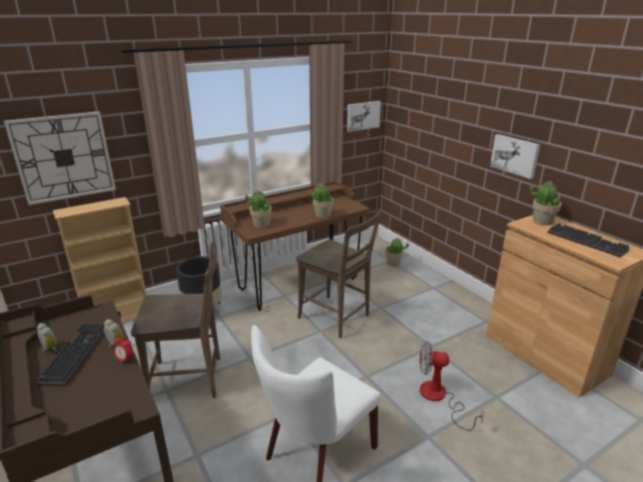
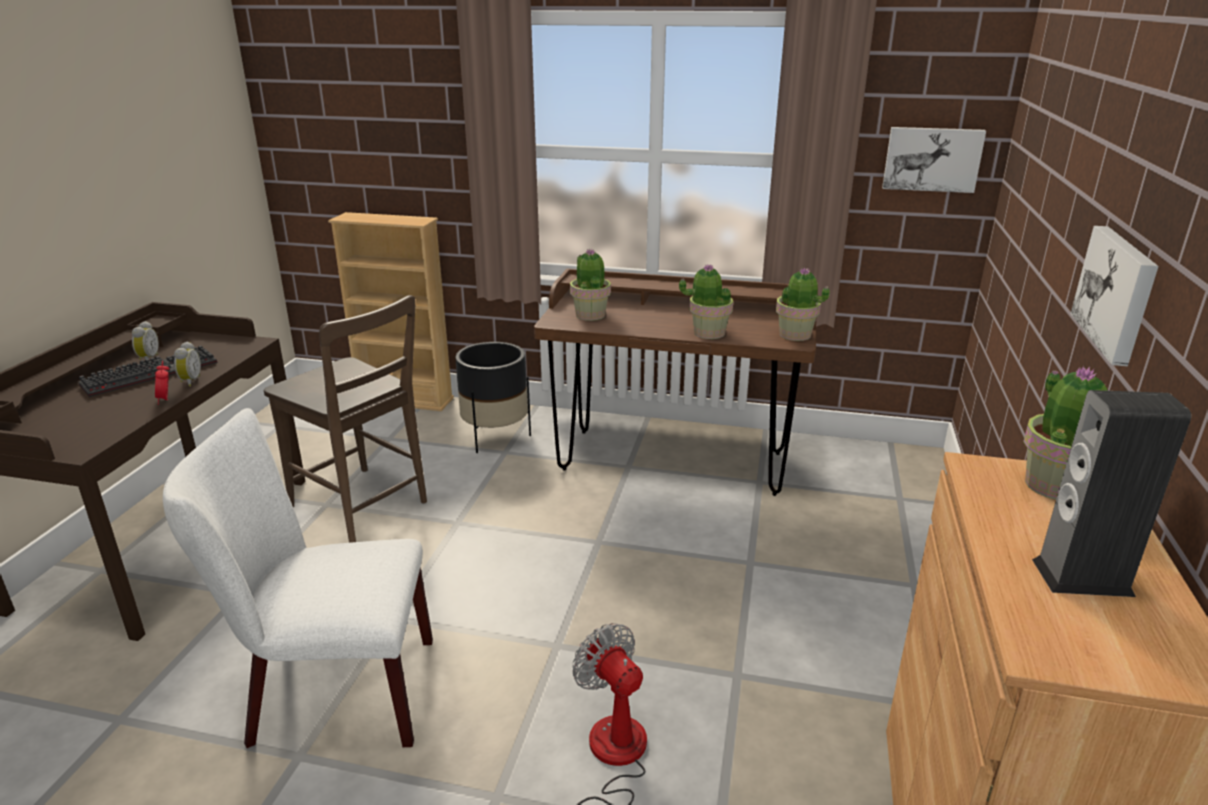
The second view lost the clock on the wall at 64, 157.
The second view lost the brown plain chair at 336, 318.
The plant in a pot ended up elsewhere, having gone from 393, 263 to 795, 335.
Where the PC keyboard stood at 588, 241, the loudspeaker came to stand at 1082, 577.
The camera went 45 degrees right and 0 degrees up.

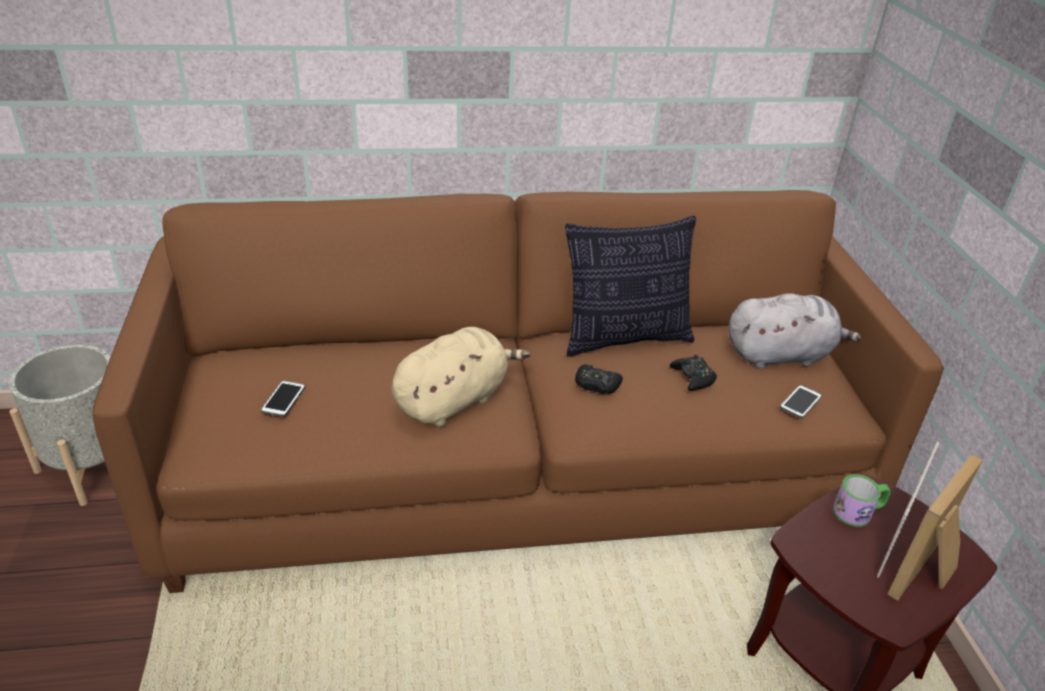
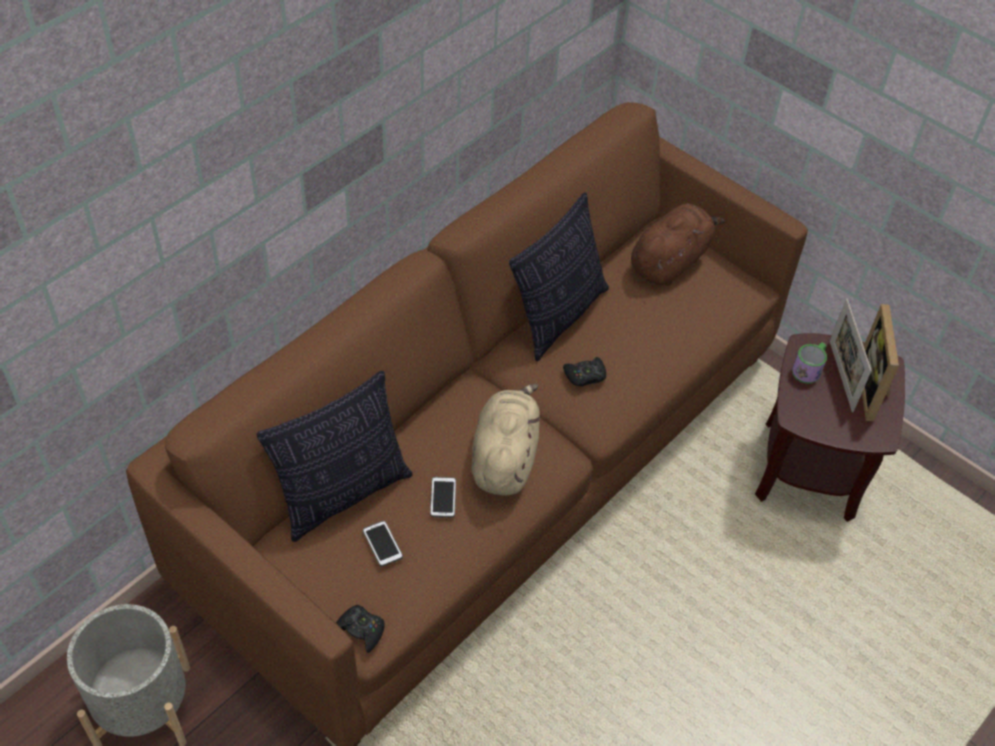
The second view gained the throw pillow at 343, 494.
The black-coloured game controller ended up elsewhere, having gone from 693, 377 to 361, 630.
The handset ended up elsewhere, having gone from 800, 402 to 443, 497.
What was the grey plush toy at 781, 355 turned into the brown plush toy at 670, 261.
The camera went 40 degrees left and 15 degrees up.

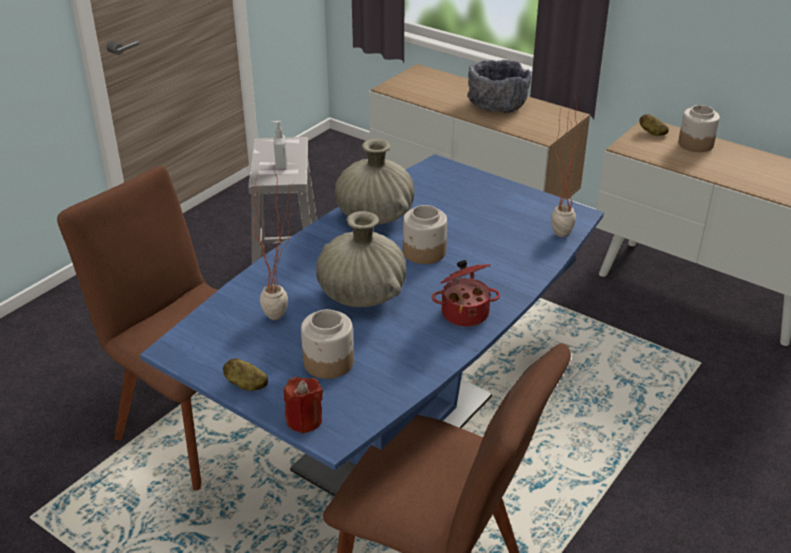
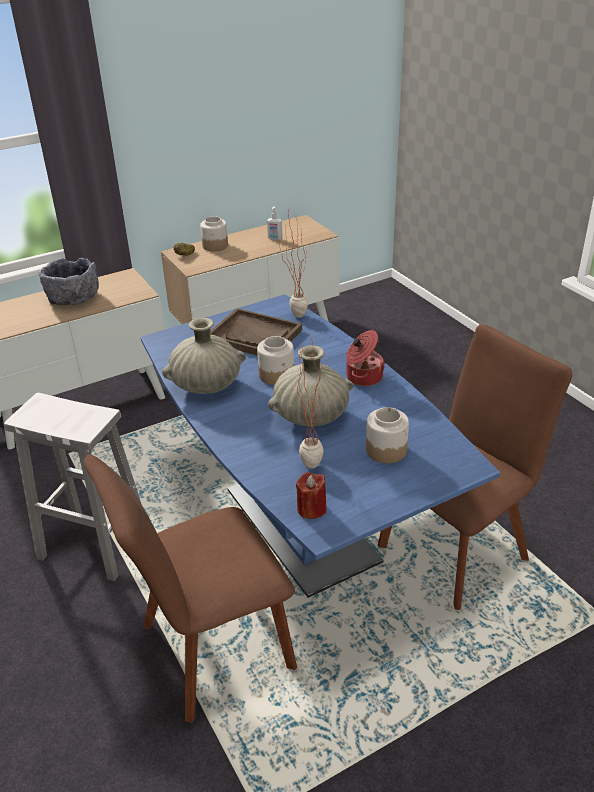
The second view lost the whole potato at 246, 385.
The second view gained the brown tray at 254, 336.
The soap dispenser ended up elsewhere, having gone from 280, 165 to 275, 239.
The red wax candle ended up elsewhere, having gone from 304, 420 to 311, 509.
The camera went 65 degrees left and 0 degrees up.

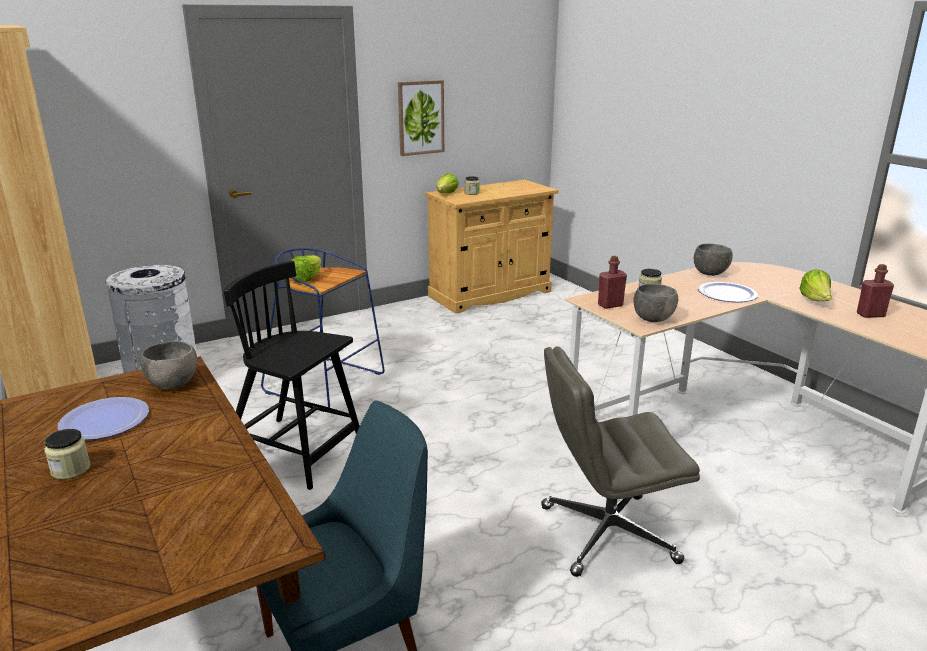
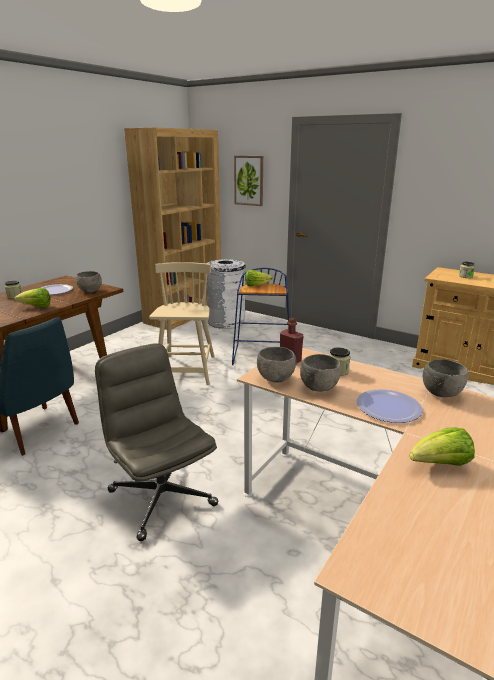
The second view lost the red bottle at 870, 315.
The second view gained the grey bowl at 319, 388.
The picture ended up elsewhere, having gone from 420, 118 to 249, 180.
The lettuce head ended up elsewhere, having gone from 446, 194 to 37, 307.
What was the black-coloured plain chair at 296, 452 turned into the beige-coloured plain chair at 187, 370.
The camera went 65 degrees right and 0 degrees up.

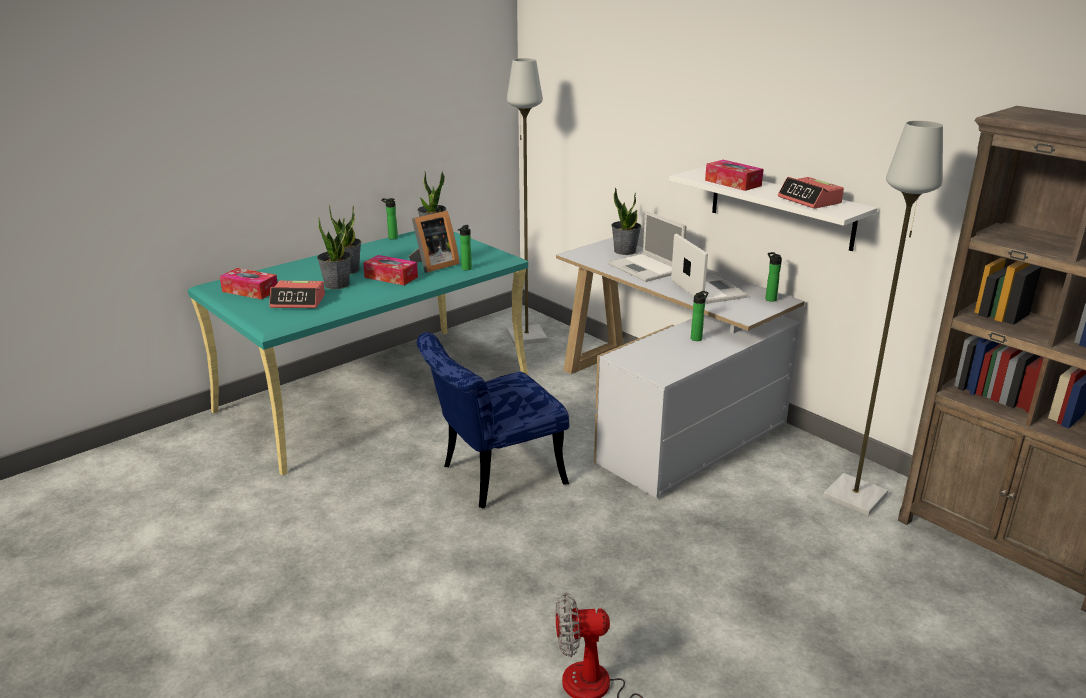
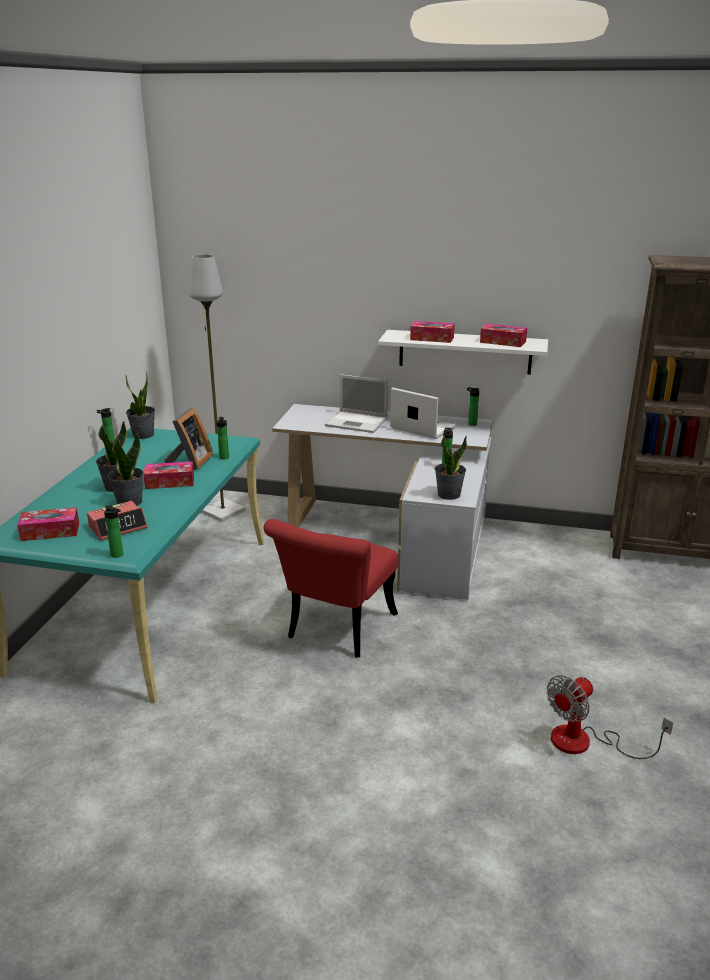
The second view lost the grey standing lamp at 856, 496.
The second view gained the bottle at 118, 555.
The plant in a pot ended up elsewhere, having gone from 625, 251 to 448, 494.
Where the table clock stood at 809, 200, the box of tissues came to stand at 503, 342.
What was the blue plain chair at 493, 476 turned into the red plain chair at 335, 630.
The camera went 35 degrees left and 0 degrees up.

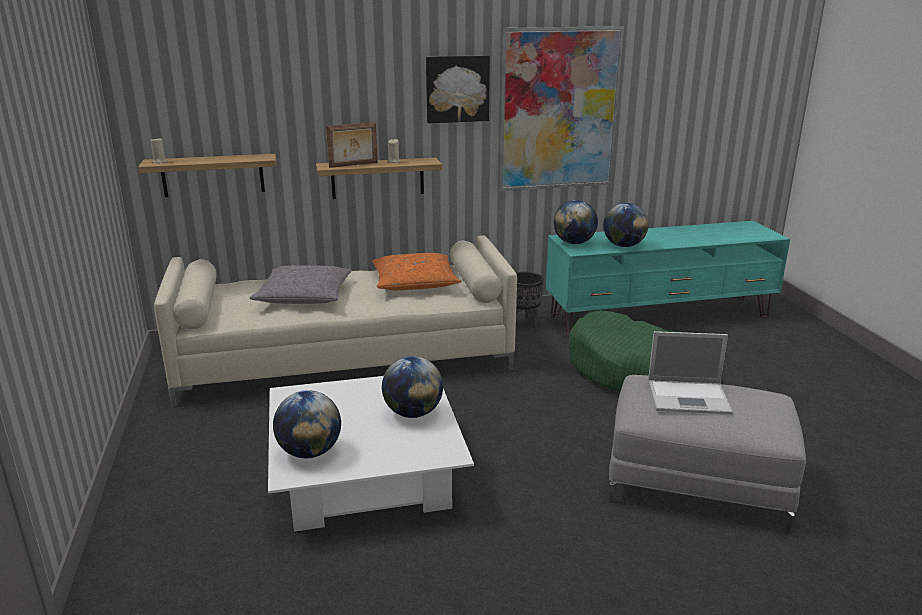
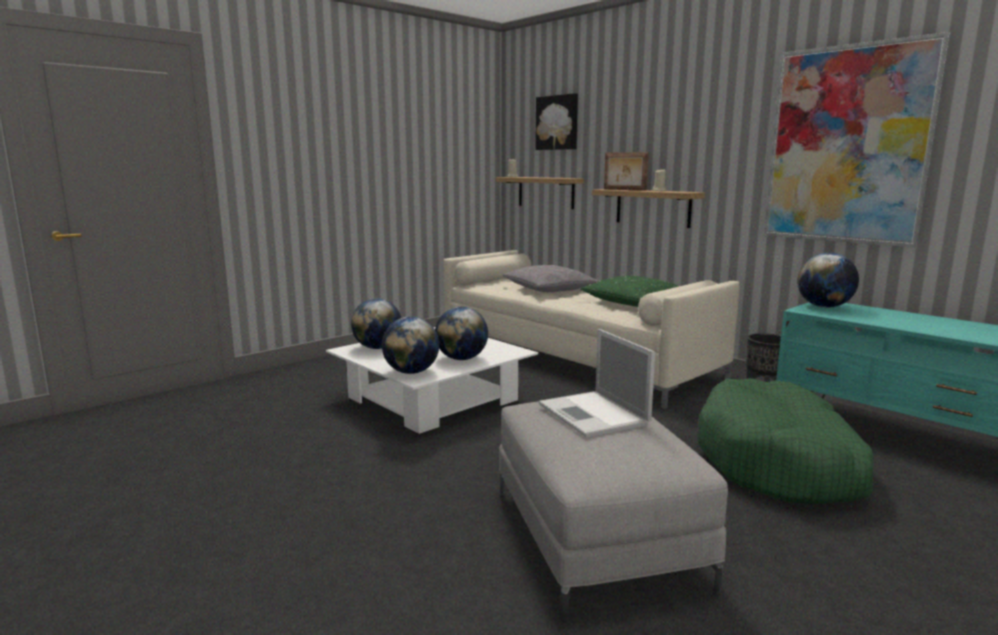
The picture ended up elsewhere, having gone from 457, 89 to 557, 122.
The globe ended up elsewhere, having gone from 623, 246 to 411, 372.
What was the orange throw pillow at 414, 282 turned into the greenish throw pillow at 634, 302.
The camera went 60 degrees right and 10 degrees down.

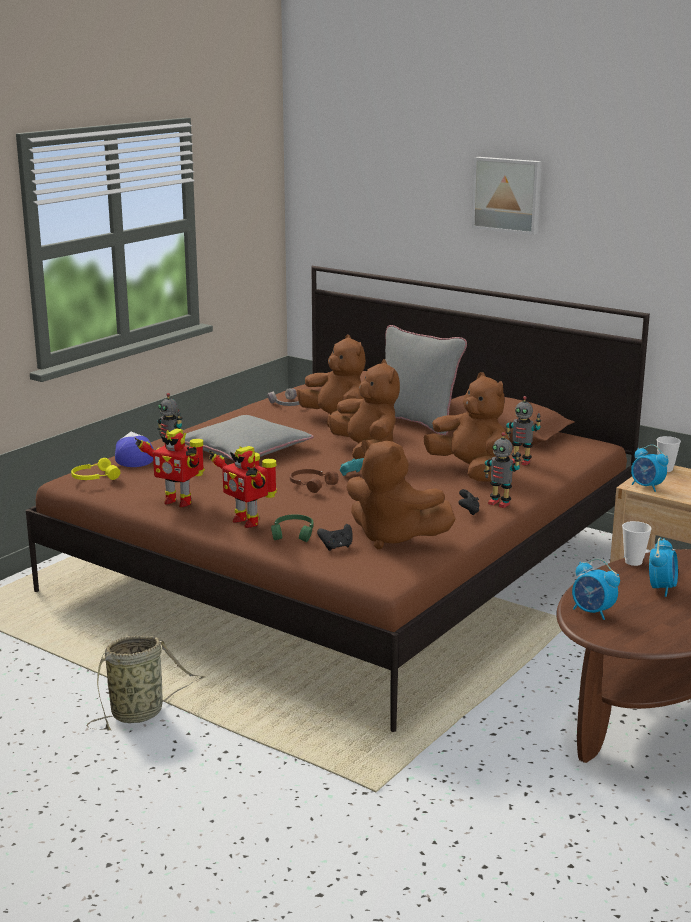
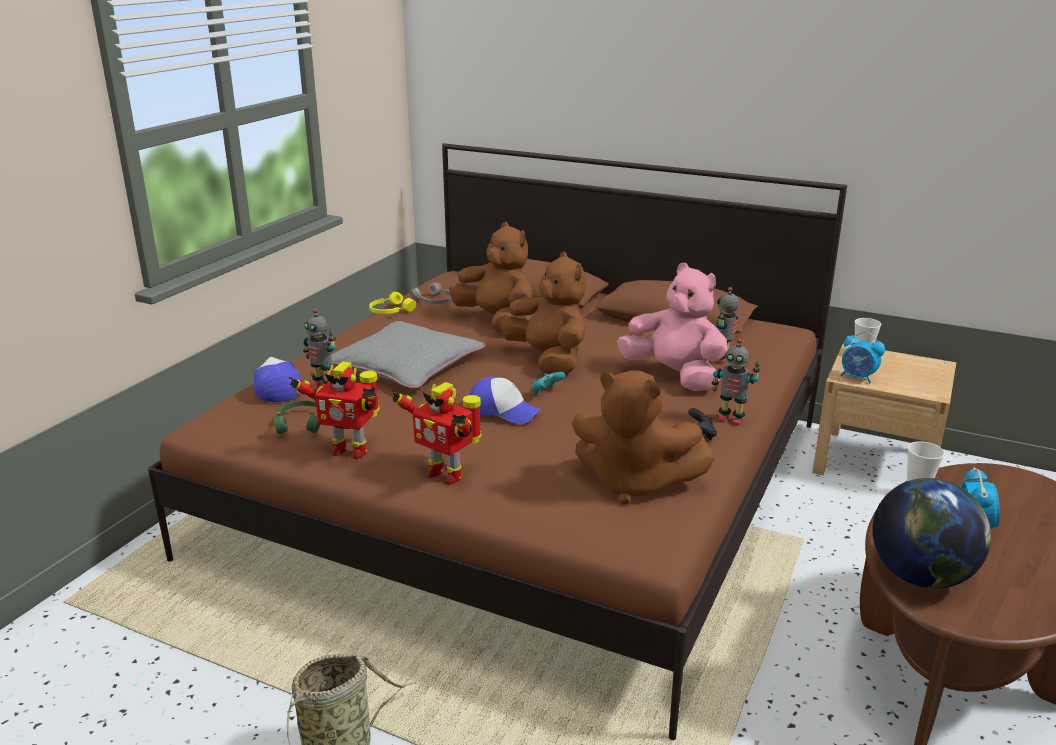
The second view lost the black-coloured game controller at 336, 547.
The second view lost the grey throw pillow at 415, 422.
The second view lost the picture at 508, 194.
The yellowish headset ended up elsewhere, having gone from 94, 477 to 390, 311.
The greenish headset ended up elsewhere, having gone from 294, 533 to 301, 423.
Where the brown headset stood at 311, 484, the baseball cap came to stand at 503, 410.
Where the table clock stood at 592, 612, the globe came to stand at 921, 576.
What was the brown plush toy at 470, 471 turned into the pink plush toy at 674, 376.
The toy robot at 521, 462 ended up facing another way, 105 degrees clockwise from before.
The camera went 10 degrees left and 5 degrees up.

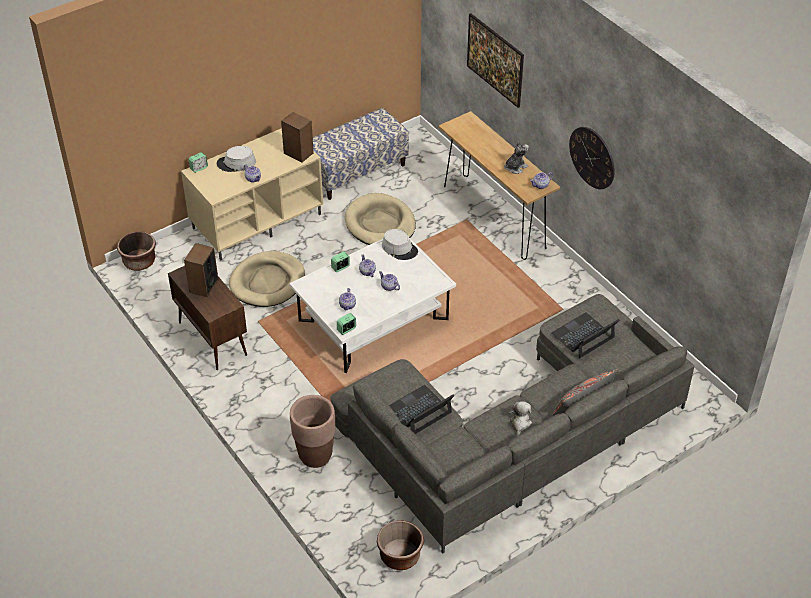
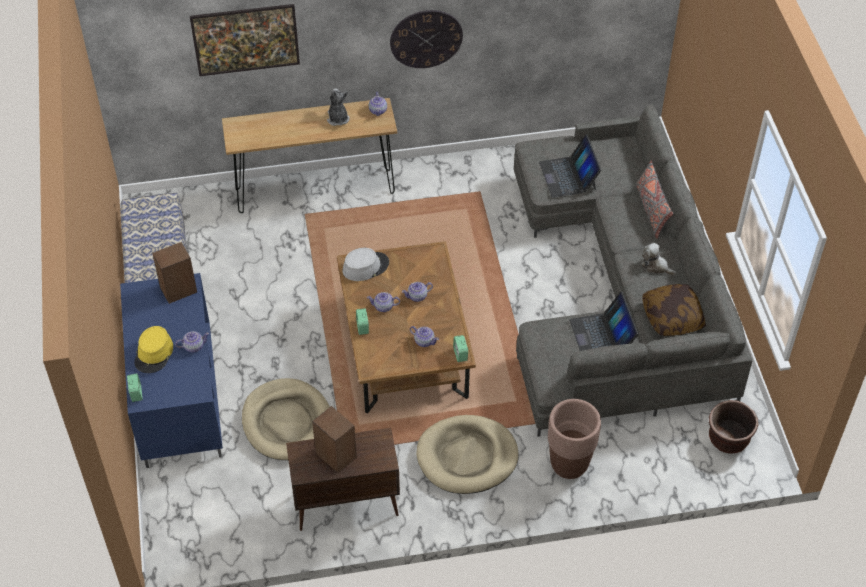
The second view lost the brown planter at 139, 262.
The second view gained the throw pillow at 672, 317.
The beige-coloured dog cushion ended up elsewhere, having gone from 380, 224 to 467, 457.
What was the beige-coloured media console at 257, 220 turned into the blue media console at 177, 398.
What was the grey wearable hat at 236, 163 turned into the yellowish wearable hat at 154, 354.
What was the white-coloured lounge table at 373, 320 turned into the brown lounge table at 405, 347.
The camera went 65 degrees left and 5 degrees up.

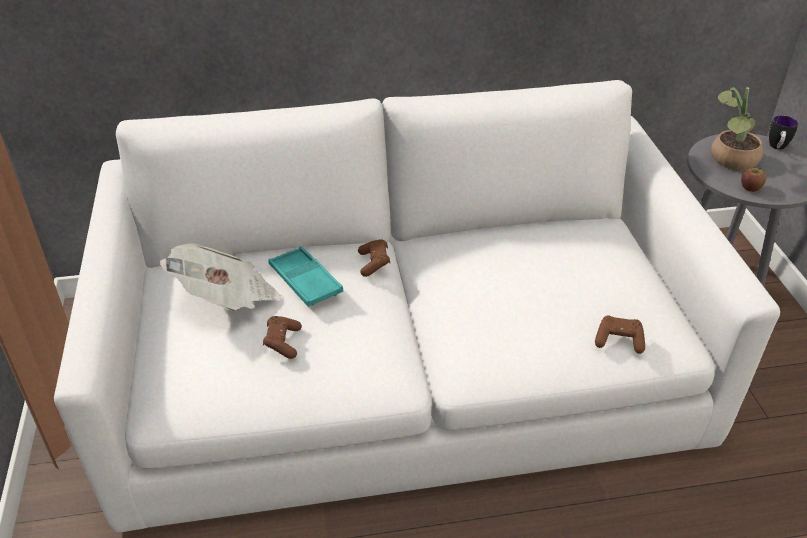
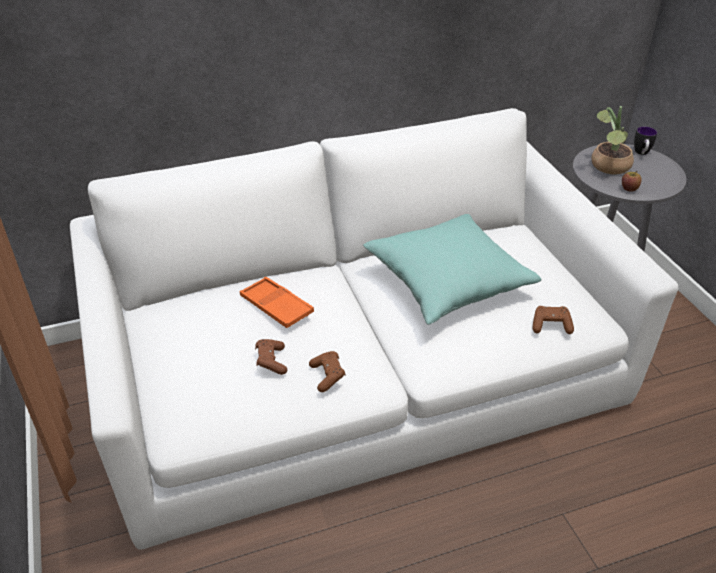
The second view lost the newspaper at 227, 299.
The second view gained the turquoise-coloured throw pillow at 448, 281.
The brown game controller ended up elsewhere, having gone from 374, 263 to 328, 376.
What was the turquoise-coloured tray at 305, 281 turned into the orange tray at 276, 306.
The camera went 10 degrees left and 0 degrees up.

